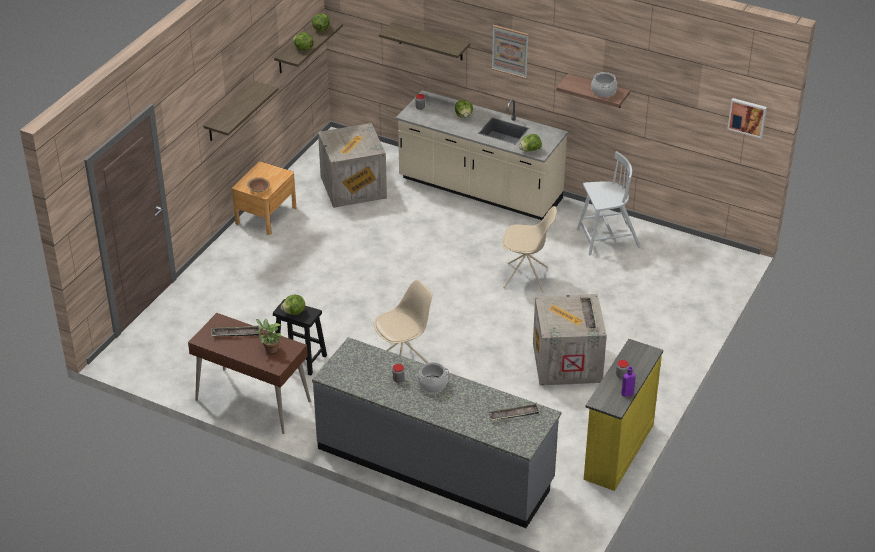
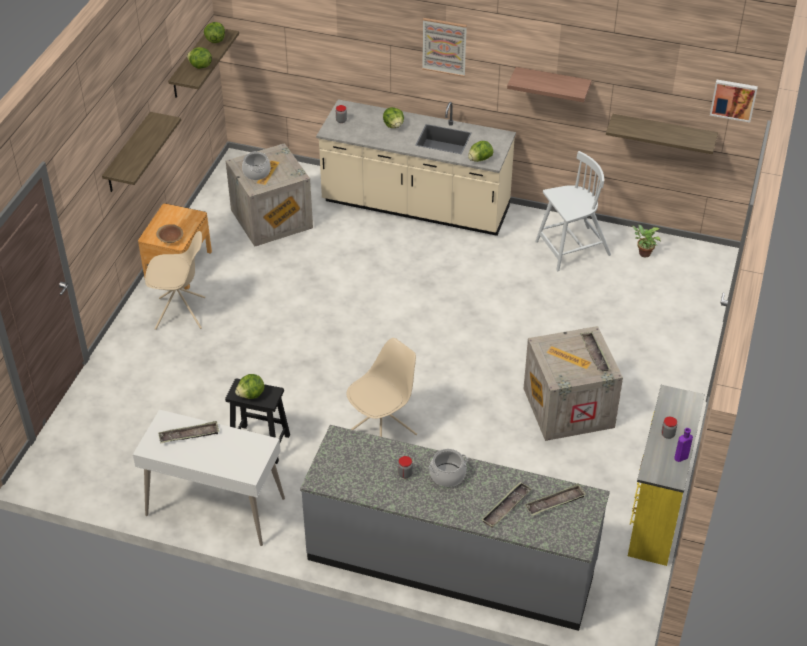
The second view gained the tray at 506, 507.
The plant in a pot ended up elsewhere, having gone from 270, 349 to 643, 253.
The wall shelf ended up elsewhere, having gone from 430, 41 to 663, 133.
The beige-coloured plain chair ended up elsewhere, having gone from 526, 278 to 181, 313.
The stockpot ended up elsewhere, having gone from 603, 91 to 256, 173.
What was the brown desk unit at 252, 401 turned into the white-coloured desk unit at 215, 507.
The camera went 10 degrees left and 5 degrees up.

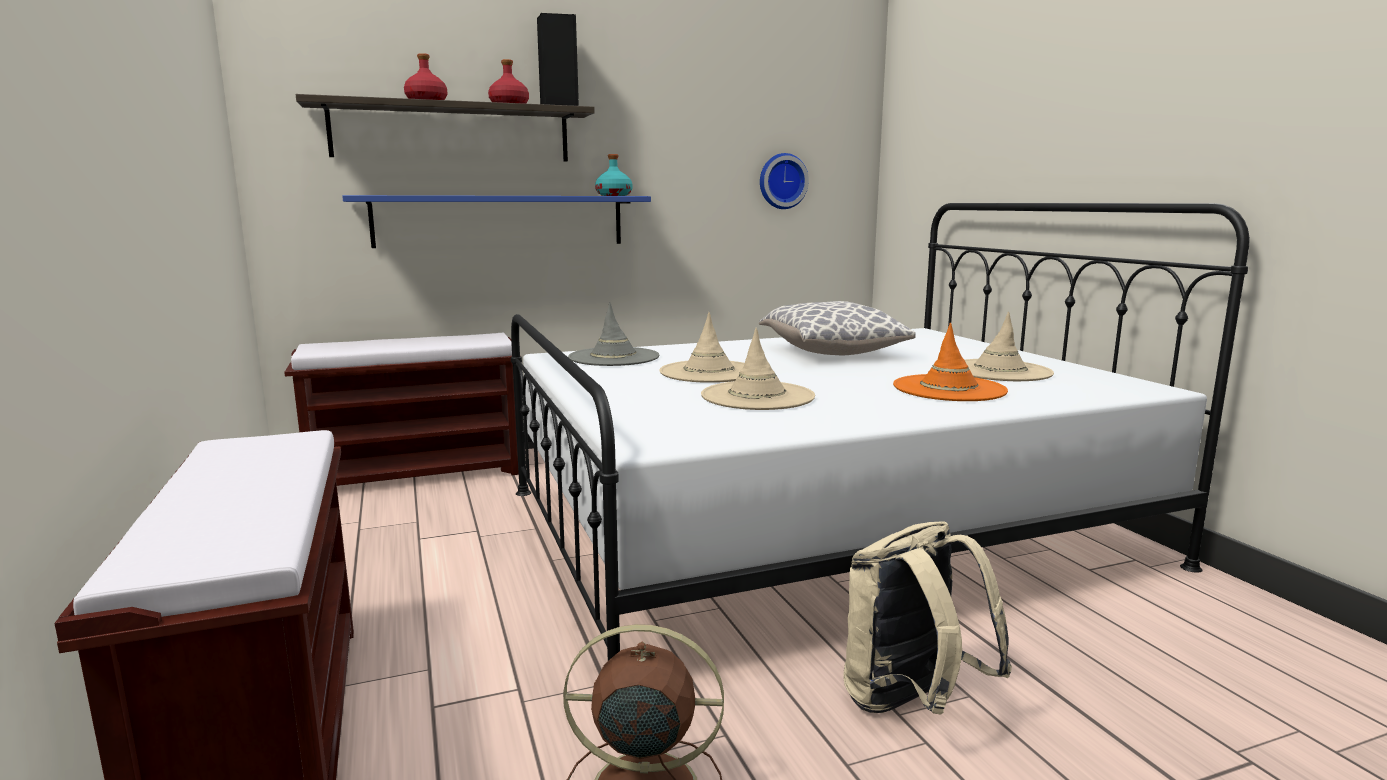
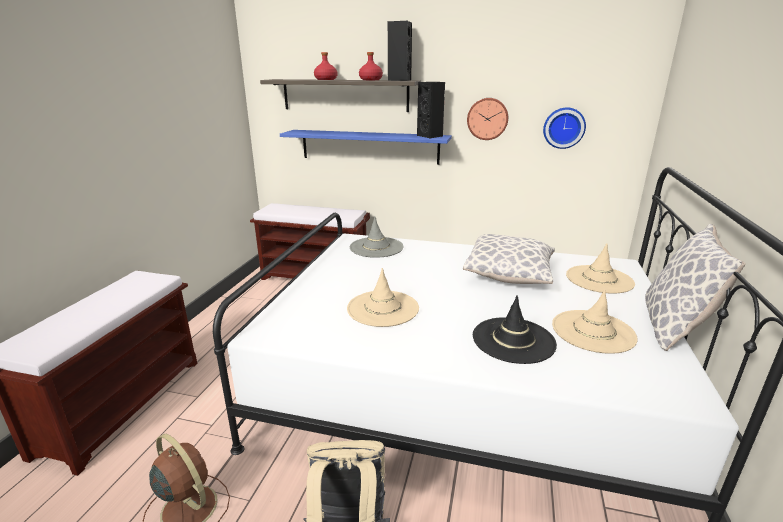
The second view gained the clock on the wall at 487, 118.
The second view gained the throw pillow at 674, 327.
The beige-coloured wearable hat ended up elsewhere, having gone from 709, 372 to 599, 279.
Where the turquoise-coloured bottle stood at 614, 195, the black-coloured loudspeaker came to stand at 430, 136.
What was the orange wearable hat at 949, 389 turned into the black-coloured wearable hat at 513, 340.
The camera went 35 degrees right and 10 degrees up.

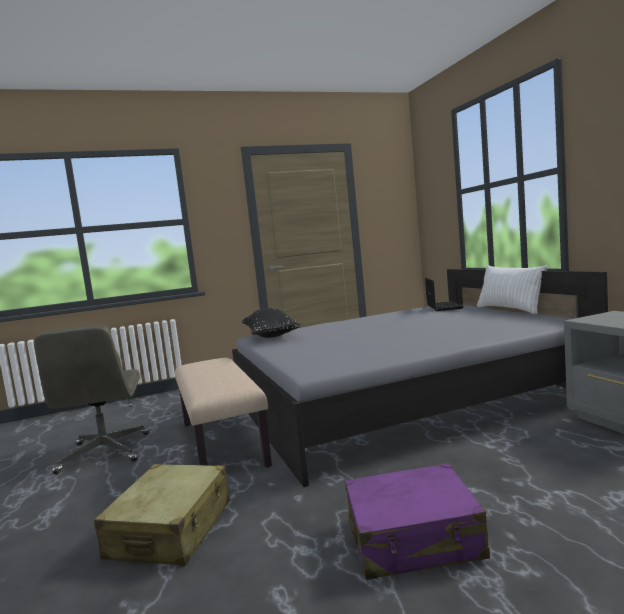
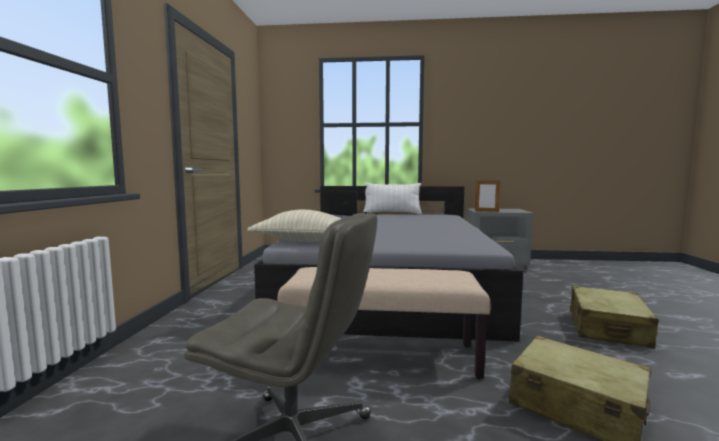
The second view gained the picture frame at 486, 211.
What was the black-coloured throw pillow at 270, 335 turned into the beige-coloured throw pillow at 304, 241.
What was the purple-coloured travel case at 414, 539 turned into the beige-coloured travel case at 607, 328.
The camera went 65 degrees left and 0 degrees up.

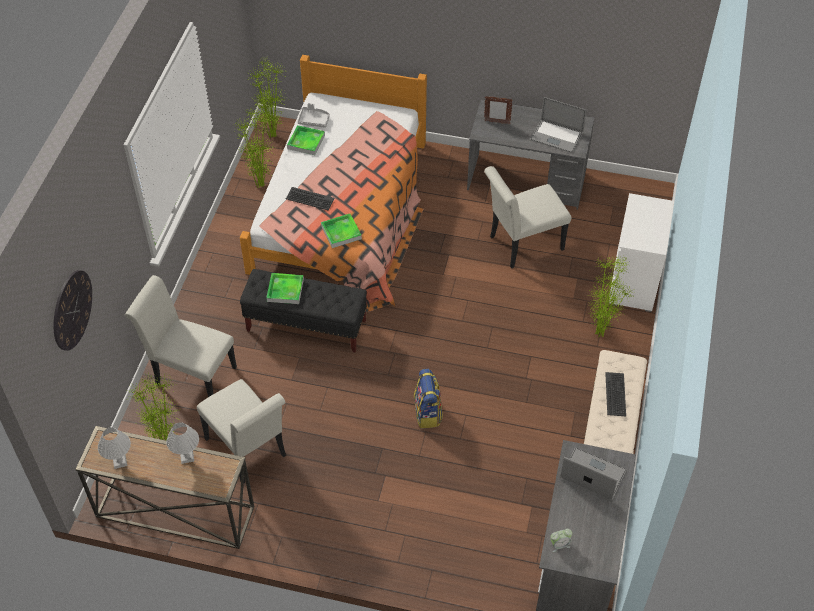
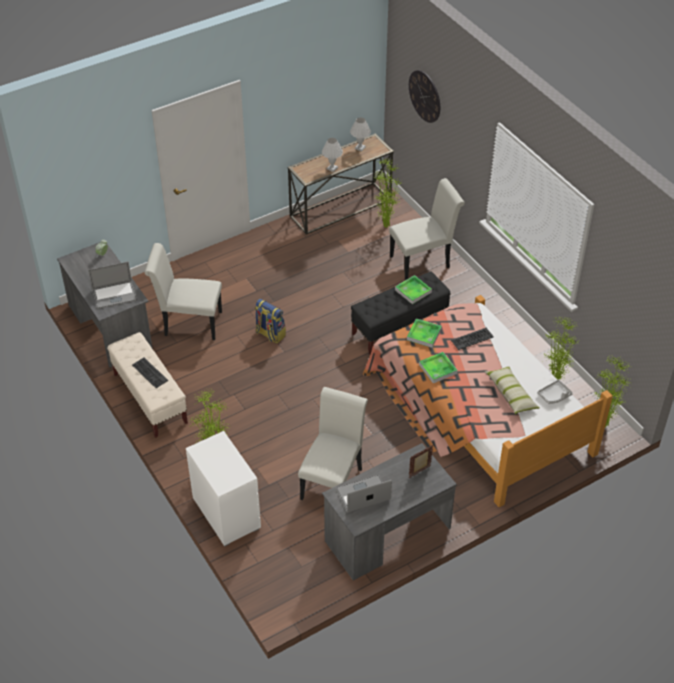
The second view gained the throw pillow at 511, 394.
The white-coloured plain chair ended up elsewhere, having gone from 249, 451 to 188, 323.
The tray ended up elsewhere, having gone from 306, 142 to 437, 369.
The camera went 135 degrees right and 5 degrees down.

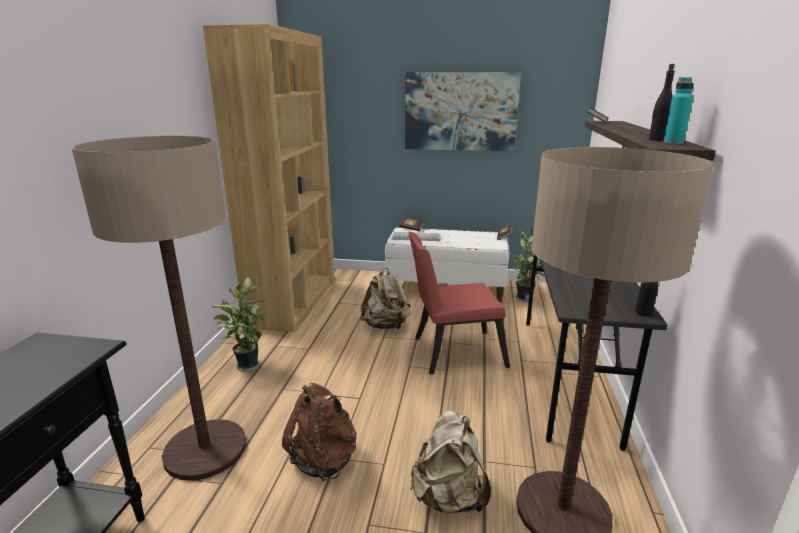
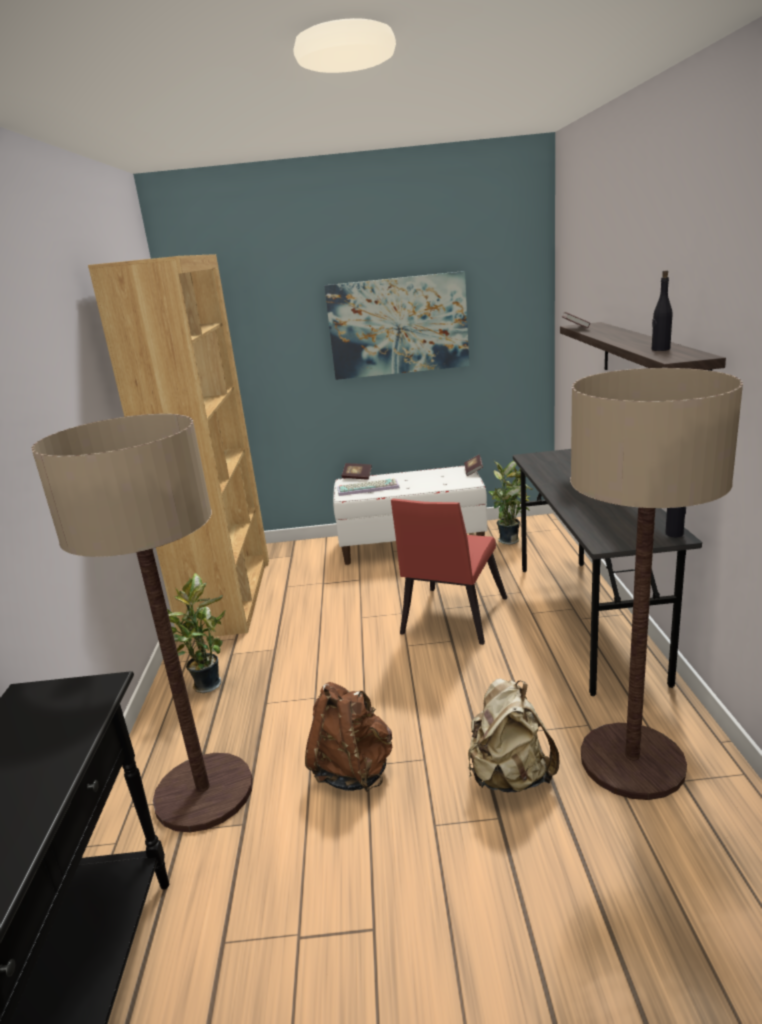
The second view lost the beige-coloured backpack at 386, 325.
The second view lost the turquoise-coloured bottle at 673, 143.
The red plain chair at 452, 352 ended up facing another way, 45 degrees counterclockwise from before.
The camera went 10 degrees left and 0 degrees up.

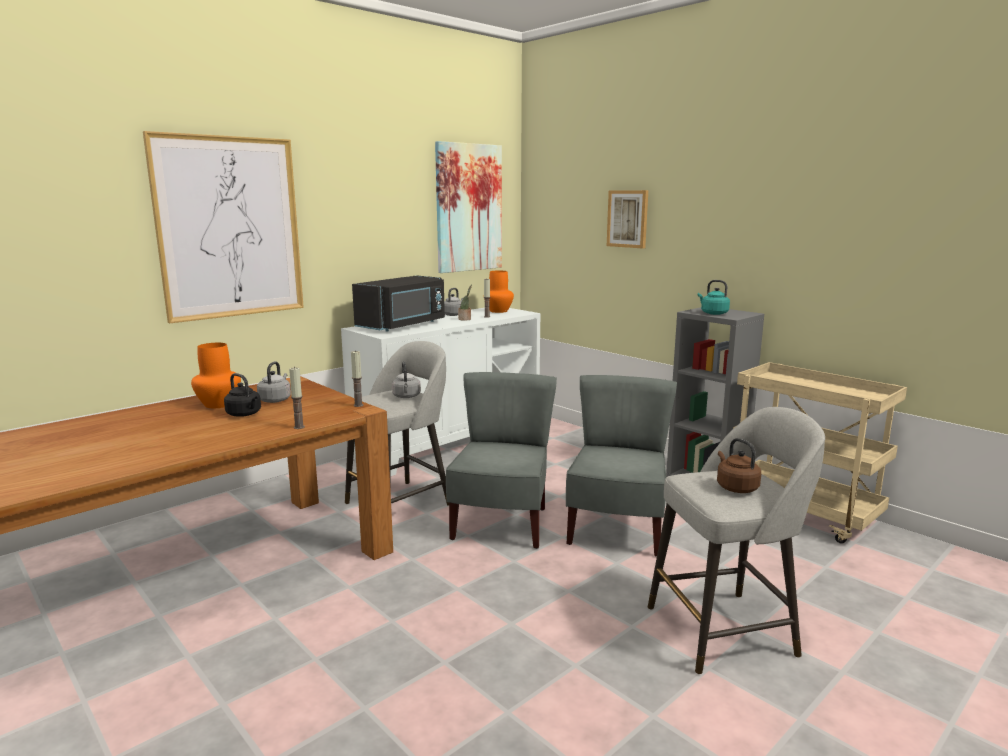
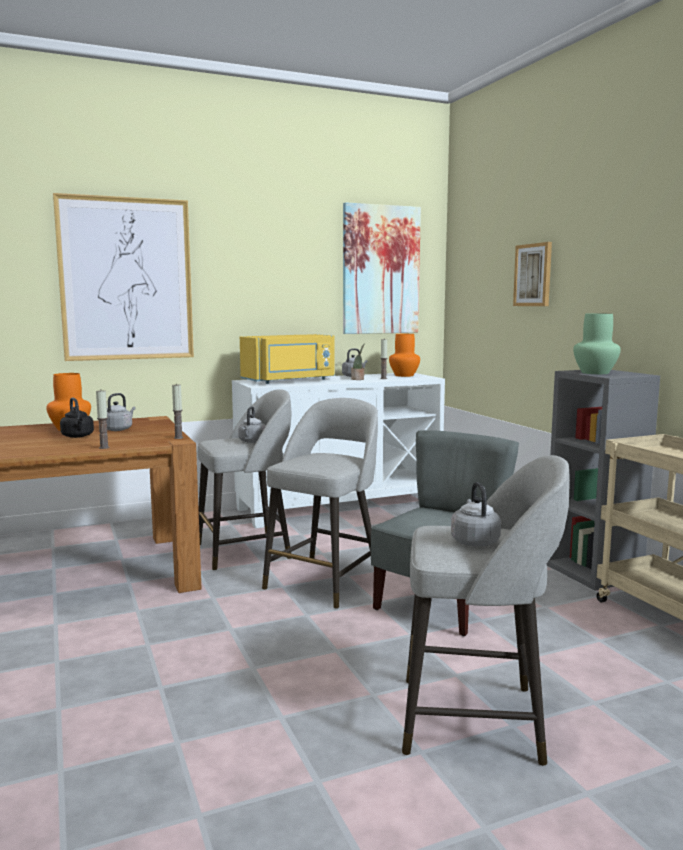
Where the grey plain chair stood at 502, 524, the grey stool came to stand at 325, 581.
Where the turquoise-coloured kettle stood at 713, 313, the greenish flower vase came to stand at 594, 373.
What was the black-coloured microwave at 403, 325 turned into the yellowish microwave at 290, 380.
What was the brown kettle at 735, 487 turned into the grey kettle at 474, 541.
The camera went 20 degrees right and 5 degrees down.

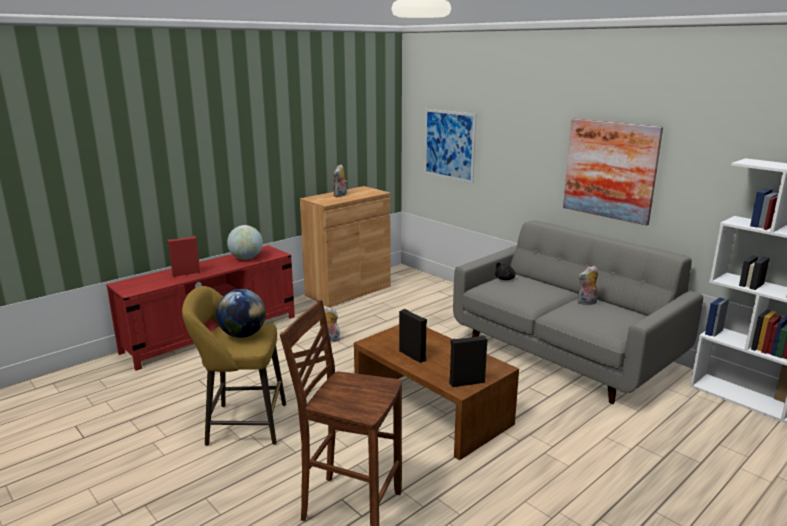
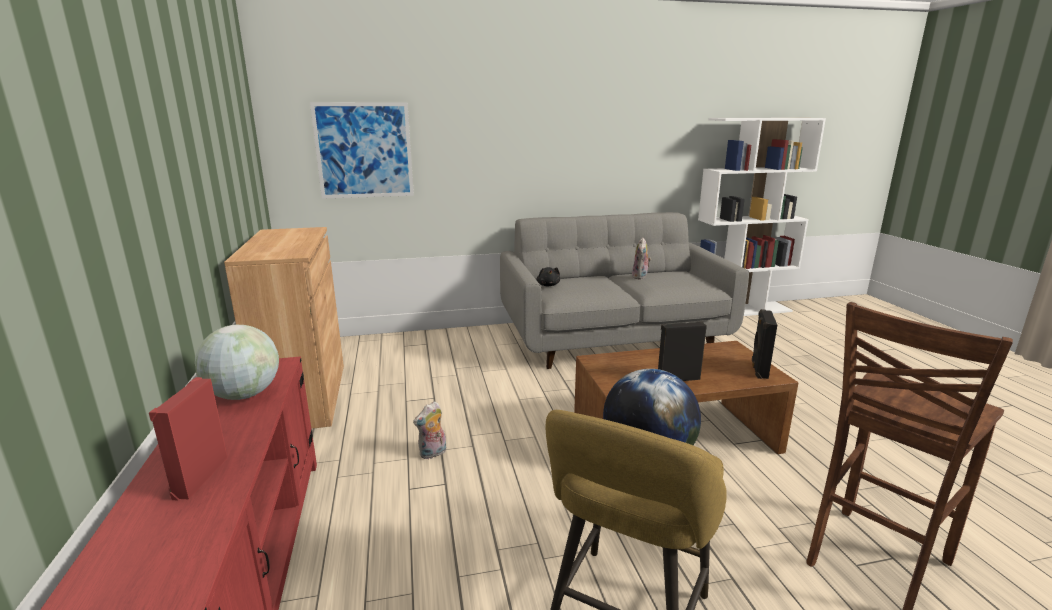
The second view lost the plush toy at 340, 195.
The second view lost the picture at 610, 170.
The camera went 60 degrees left and 0 degrees up.

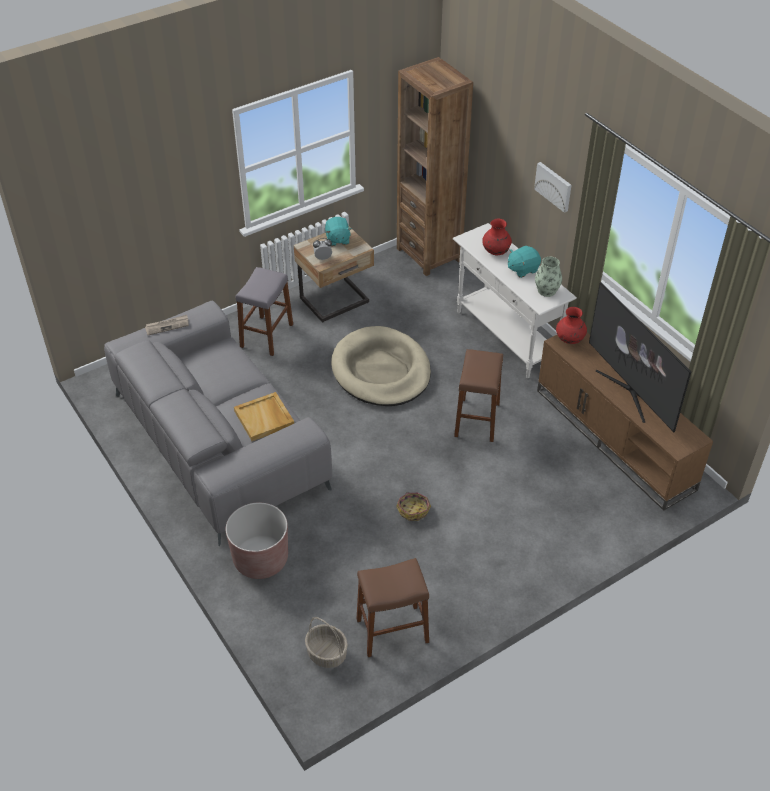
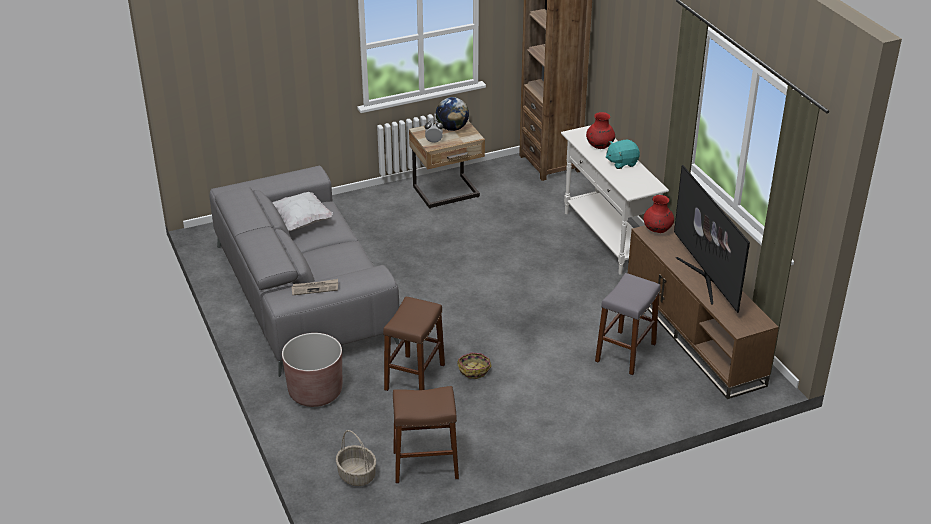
The second view lost the beige-coloured tray at 264, 418.
The second view lost the beige-coloured dog cushion at 381, 371.
The second view lost the picture at 554, 186.
The second view lost the flower vase at 547, 290.
The second view gained the white-coloured throw pillow at 300, 222.
The newspaper ended up elsewhere, having gone from 167, 326 to 315, 288.
The grey stool ended up elsewhere, having gone from 266, 335 to 625, 352.
The brown stool ended up elsewhere, having gone from 477, 420 to 414, 377.
Where the turquoise-coloured plush toy stood at 337, 239, the globe came to stand at 452, 128.
The camera went 10 degrees right and 10 degrees down.

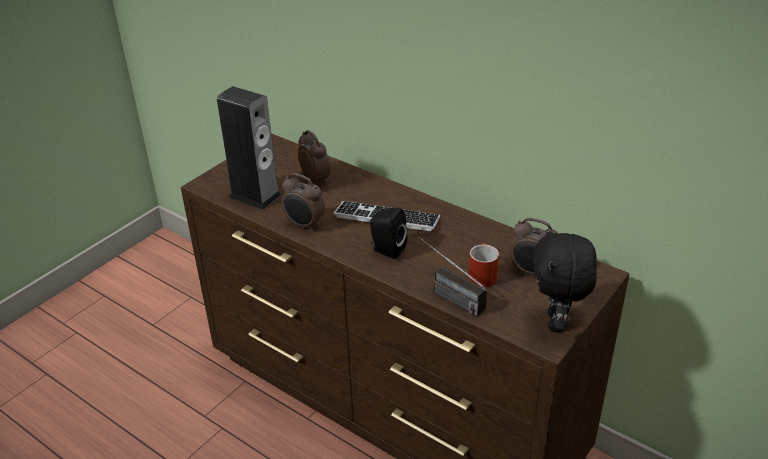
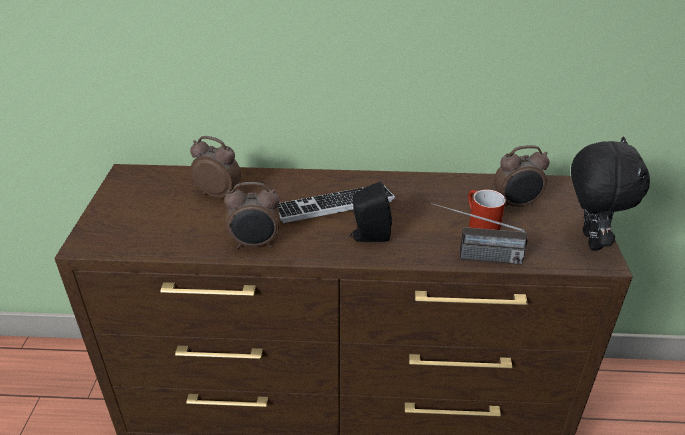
The second view lost the loudspeaker at 255, 195.
The black-coloured plush toy at 557, 323 ended up facing another way, 150 degrees counterclockwise from before.
The camera went 35 degrees left and 0 degrees up.

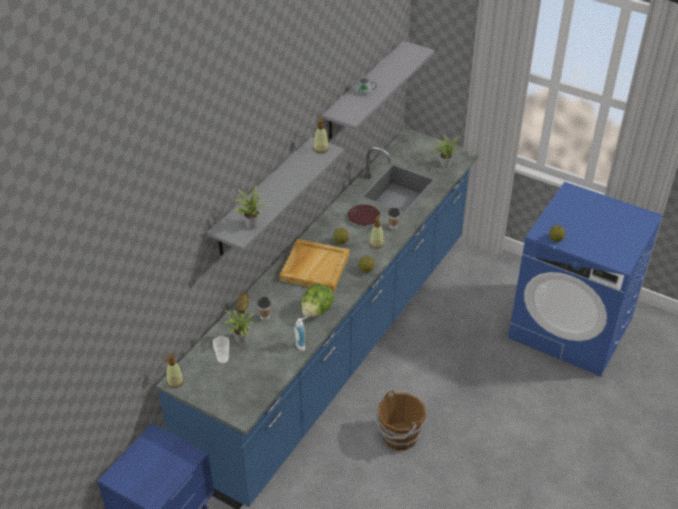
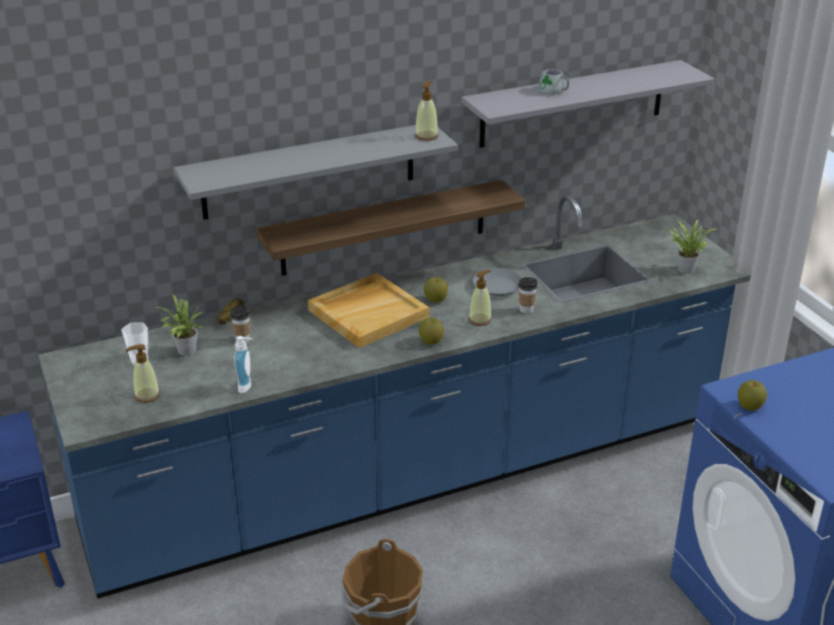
The second view lost the plant in a pot at 250, 224.
The second view lost the lettuce head at 316, 311.
The second view gained the wall shelf at 384, 228.
The soap dispenser ended up elsewhere, having gone from 175, 382 to 146, 395.
What was the brown flat dish at 364, 218 turned into the grey flat dish at 498, 286.
The camera went 35 degrees right and 10 degrees down.

